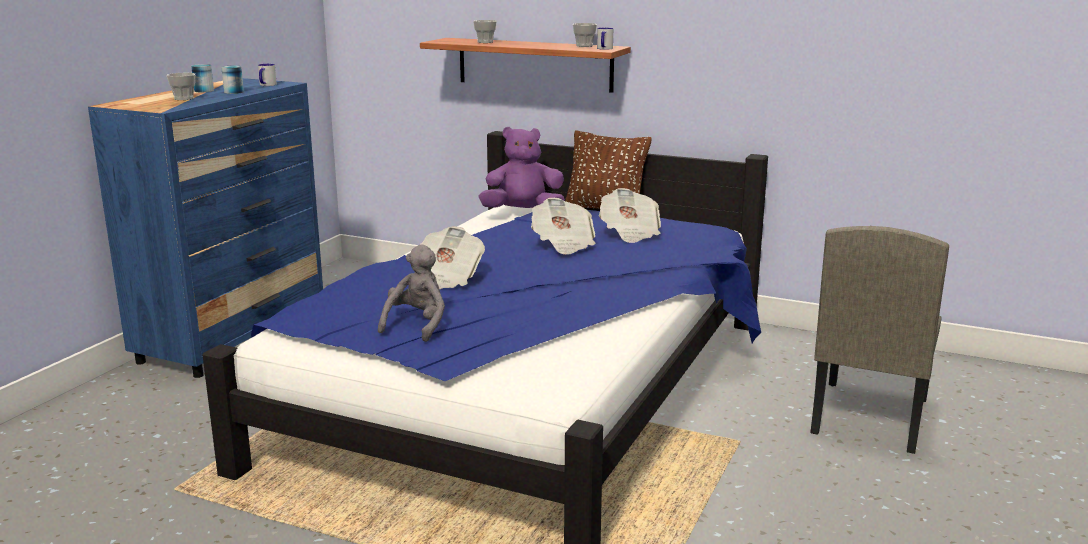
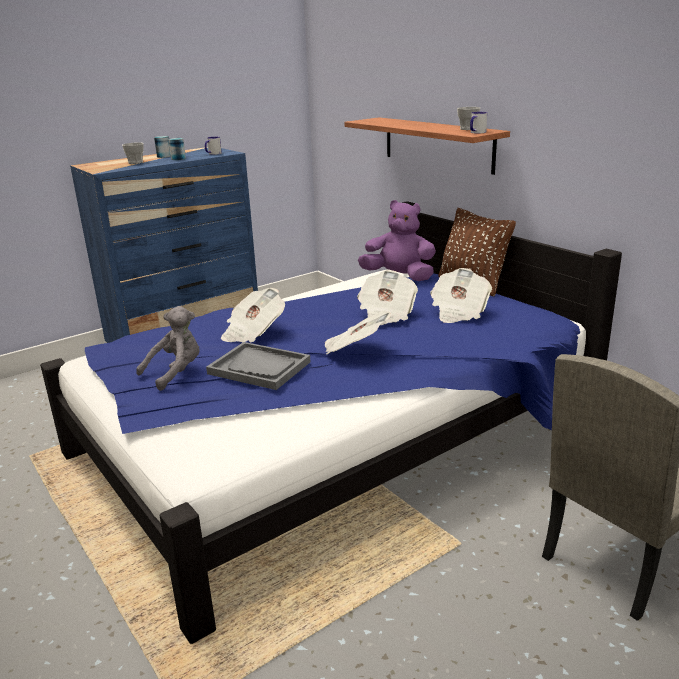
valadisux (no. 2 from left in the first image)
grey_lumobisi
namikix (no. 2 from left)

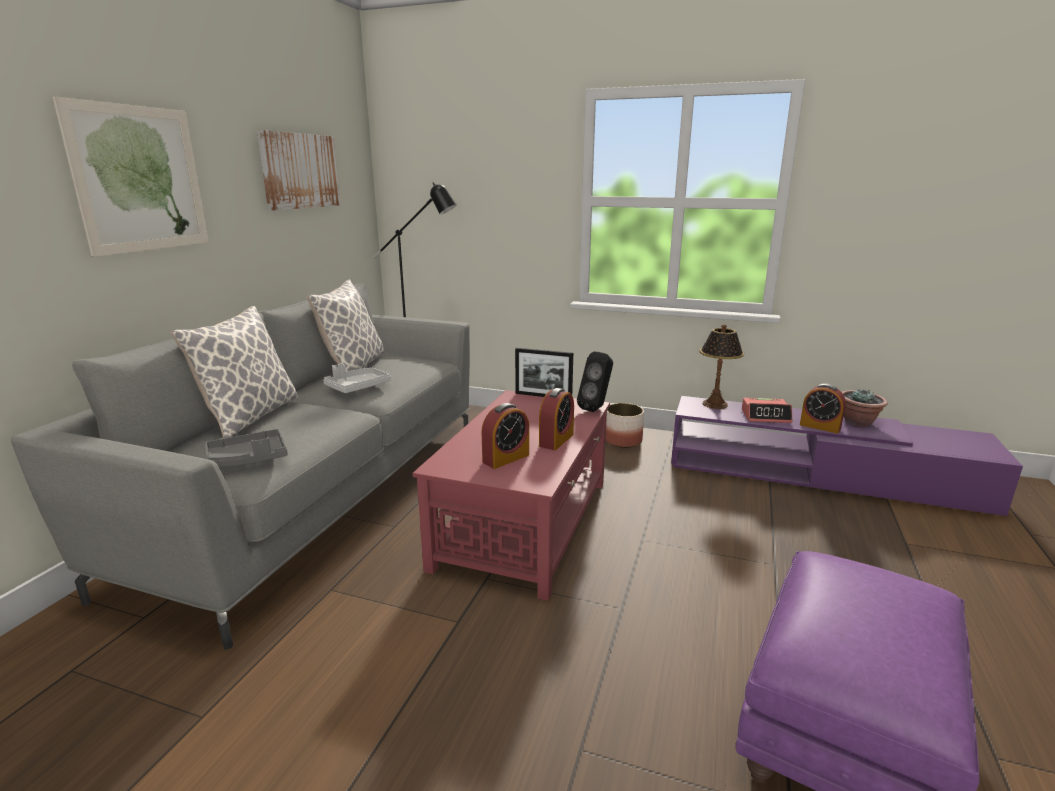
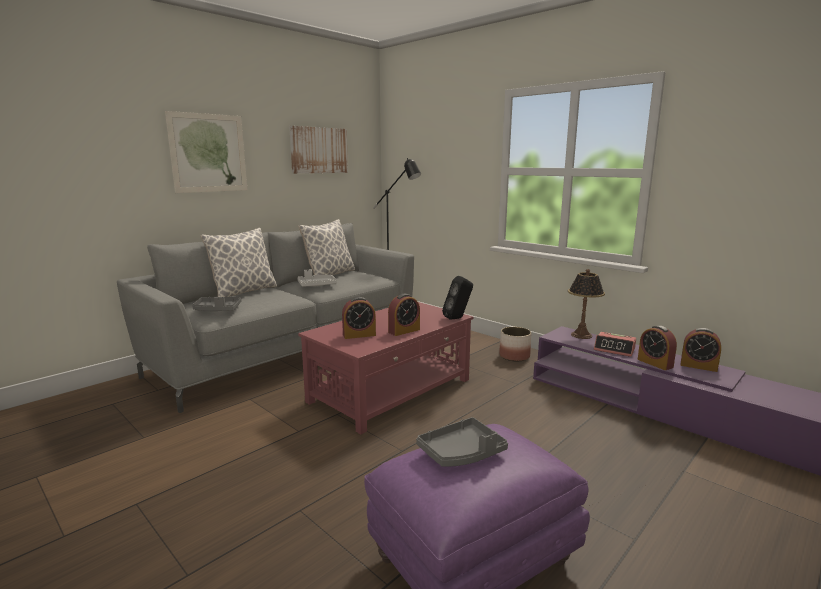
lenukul
grey_lumobisi (no. 3 from left)
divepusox (no. 5 from left)

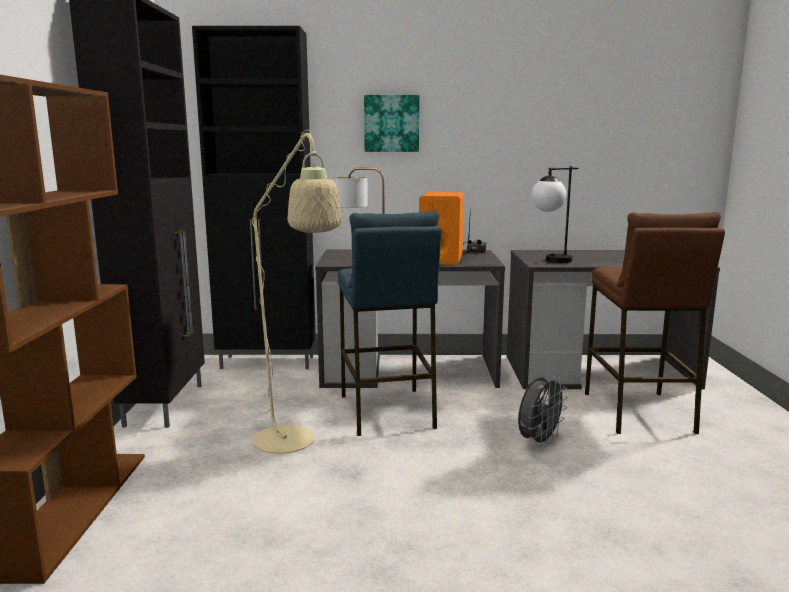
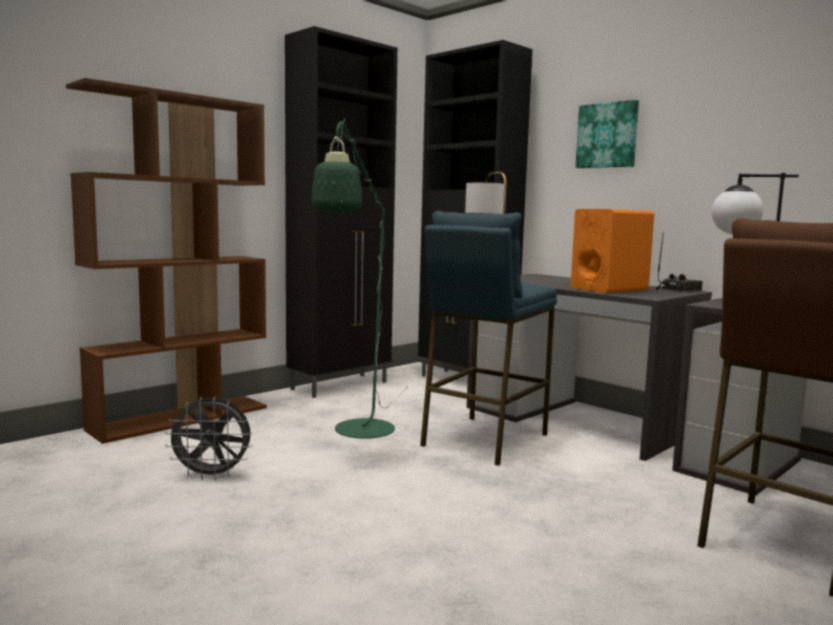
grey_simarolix
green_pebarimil

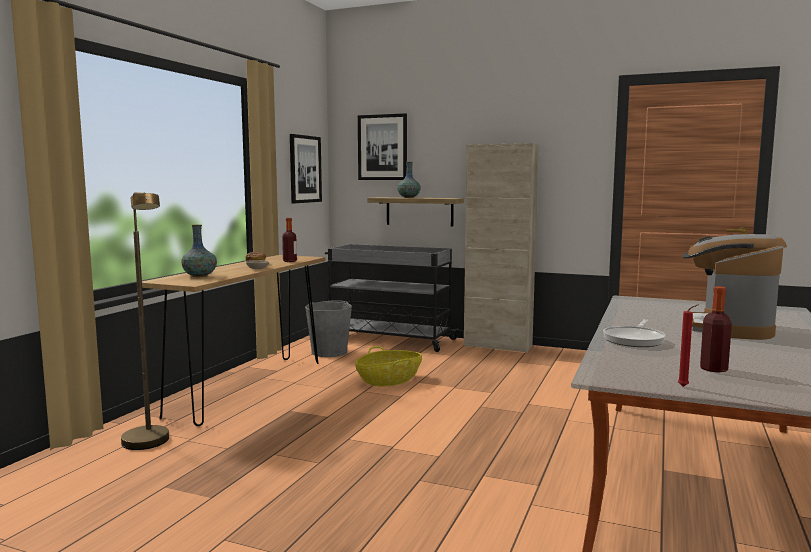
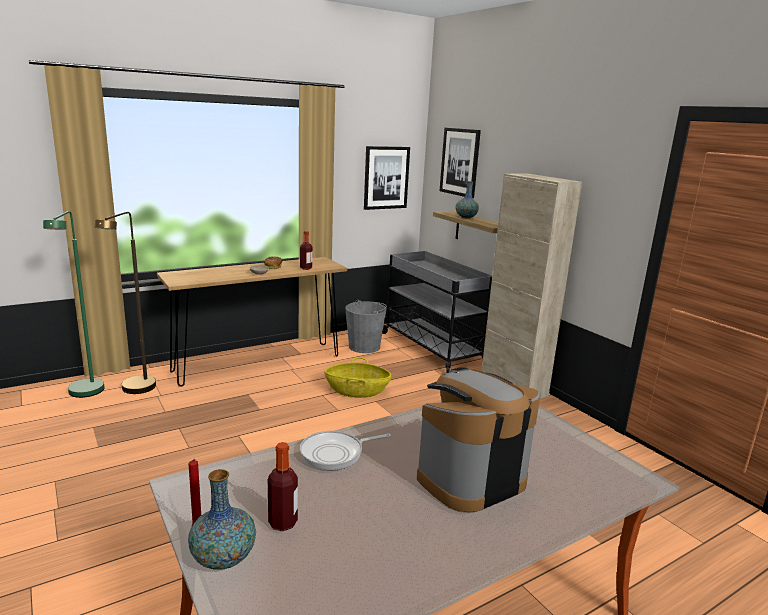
green_pebarimil
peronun (no. 1 from left)

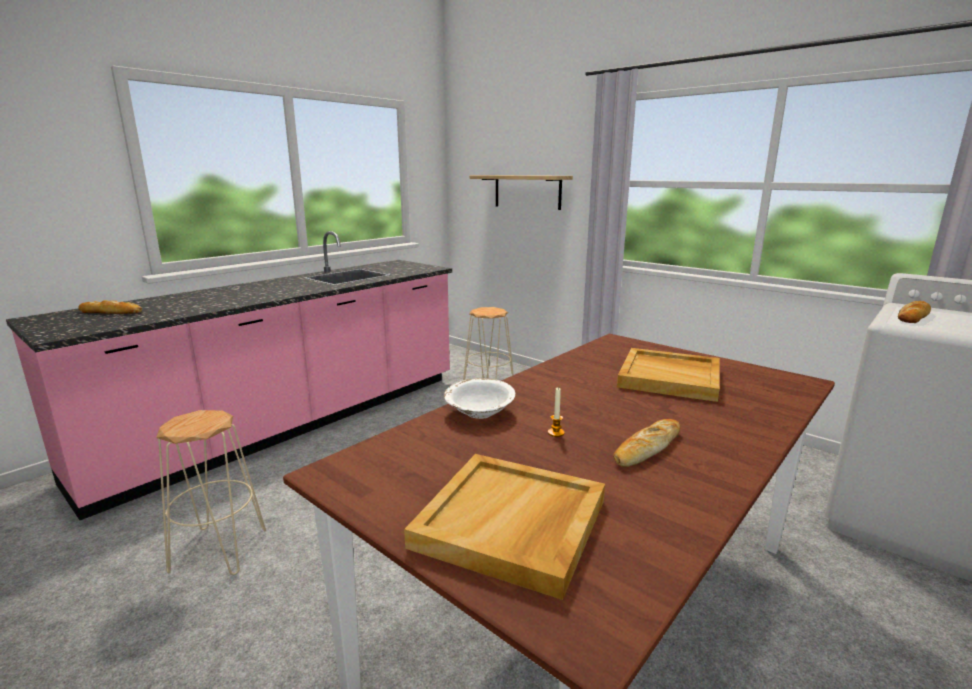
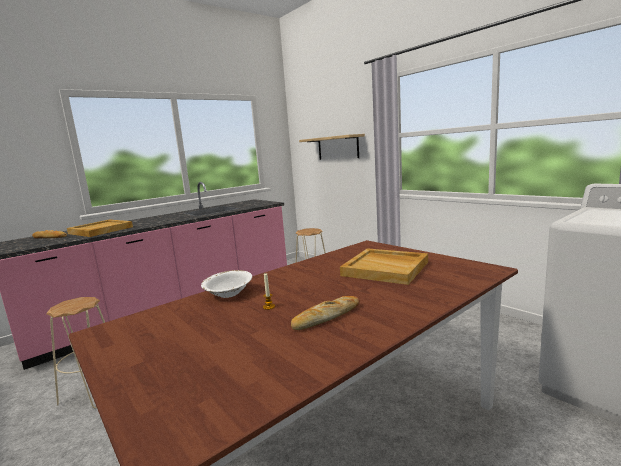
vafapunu (no. 3 from left in the first image)
beige_lumobisi (no. 1 from left)

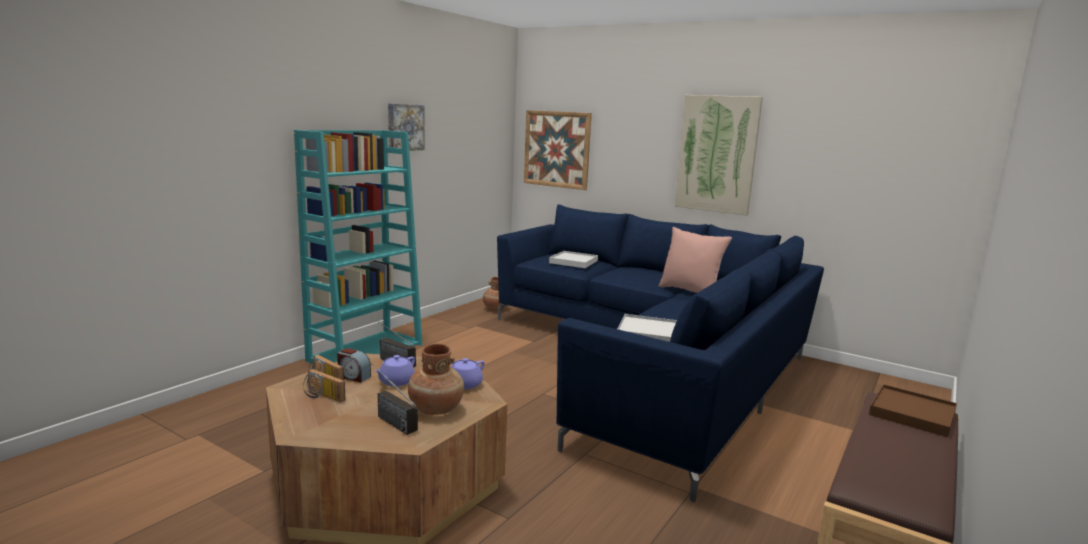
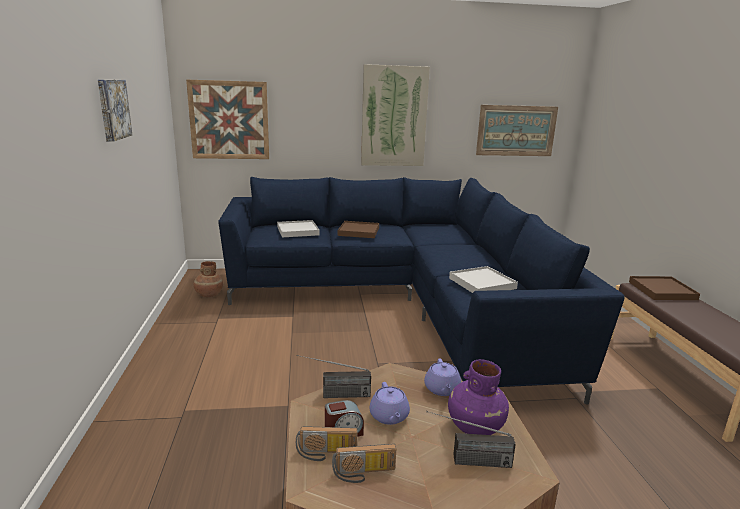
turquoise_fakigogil
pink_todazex
brown_lumobisi (no. 1 from left)
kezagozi (no. 4 from left)
purple_peronun

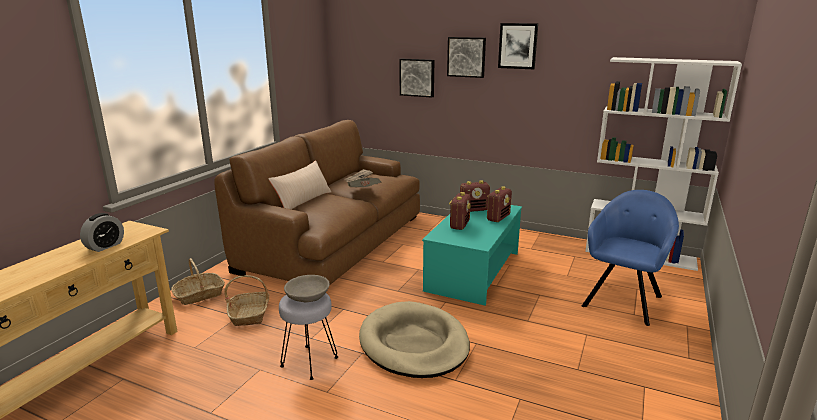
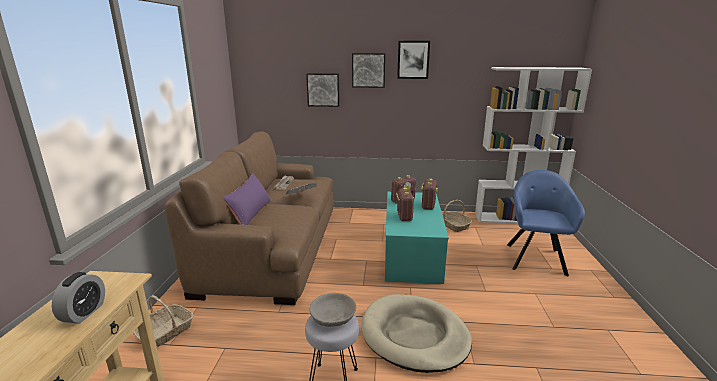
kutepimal (no. 2 from left)
purple_todazex

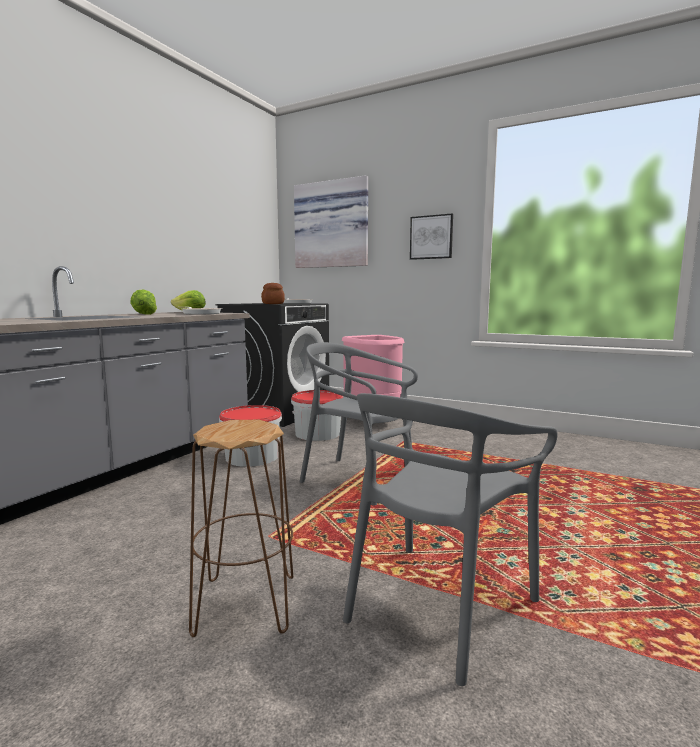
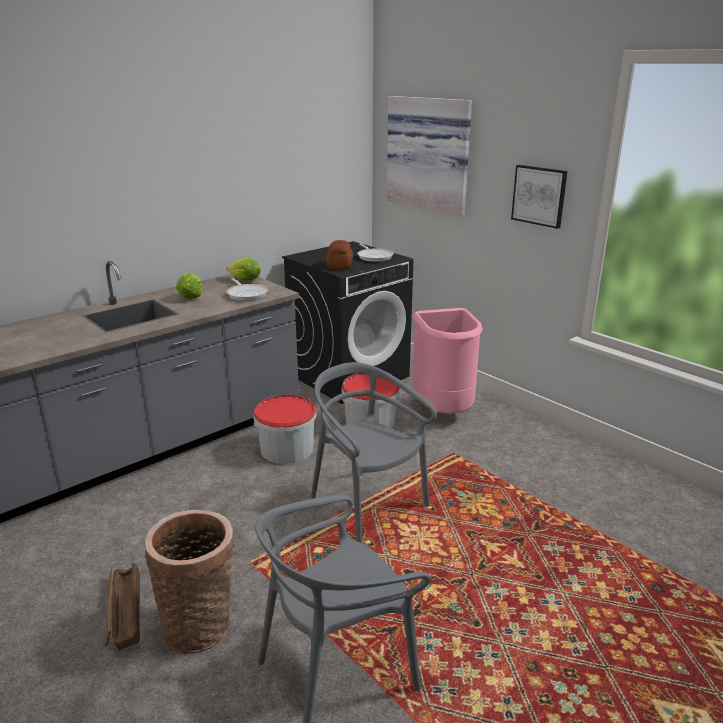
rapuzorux
kutepimal

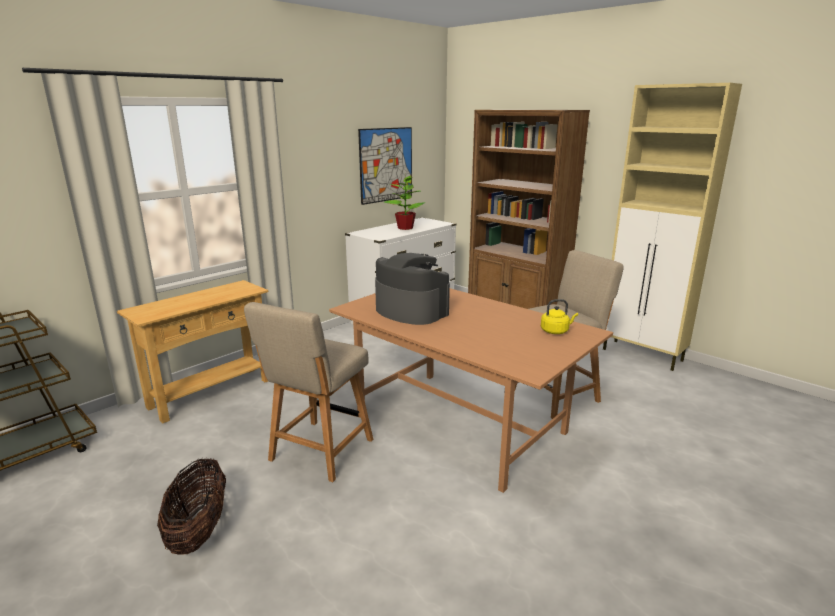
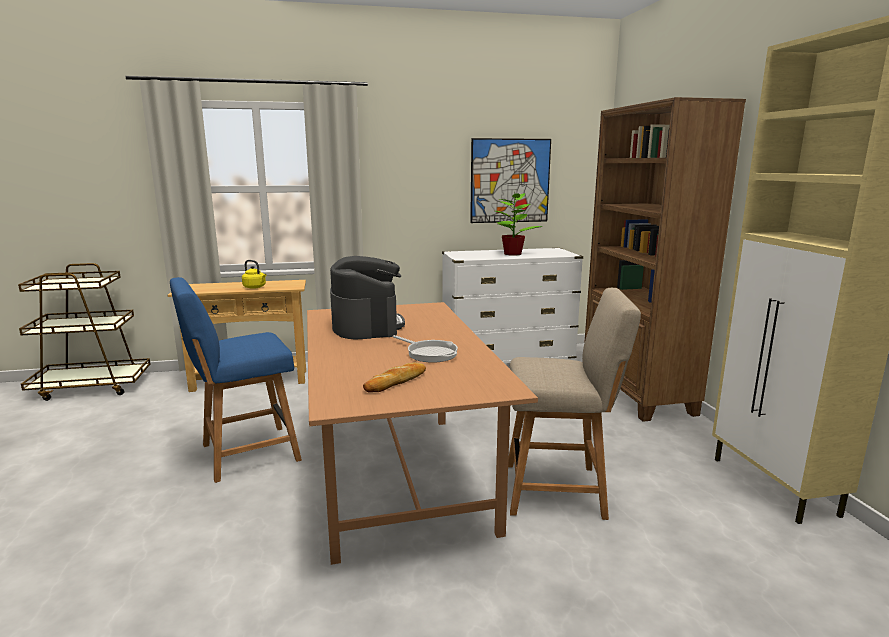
kutepimal
vafapunu
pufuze
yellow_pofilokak
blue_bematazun

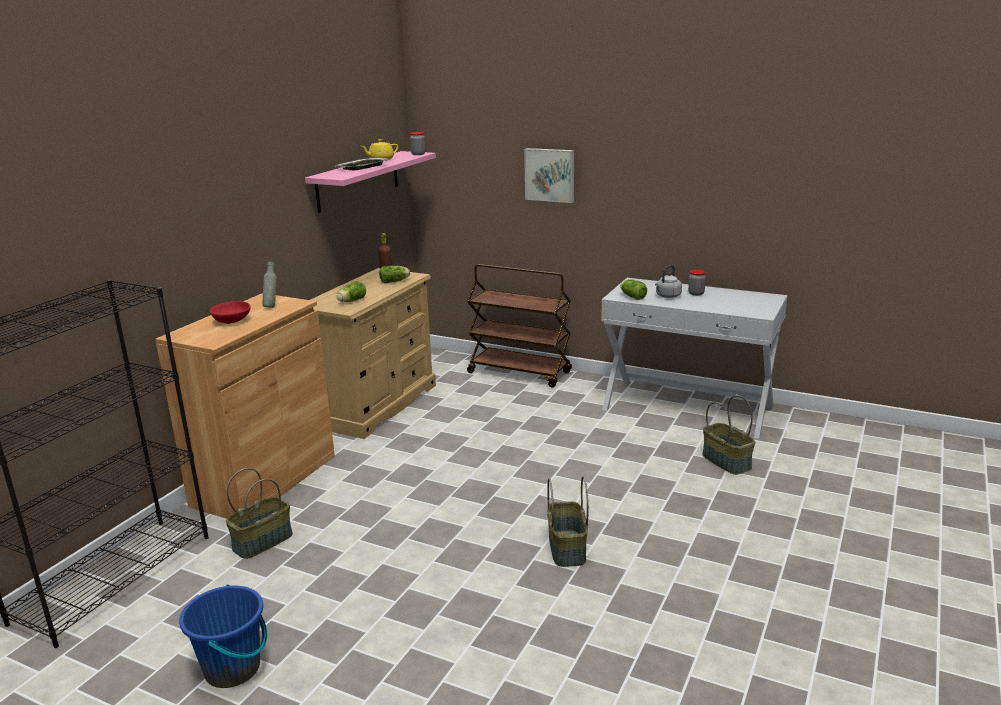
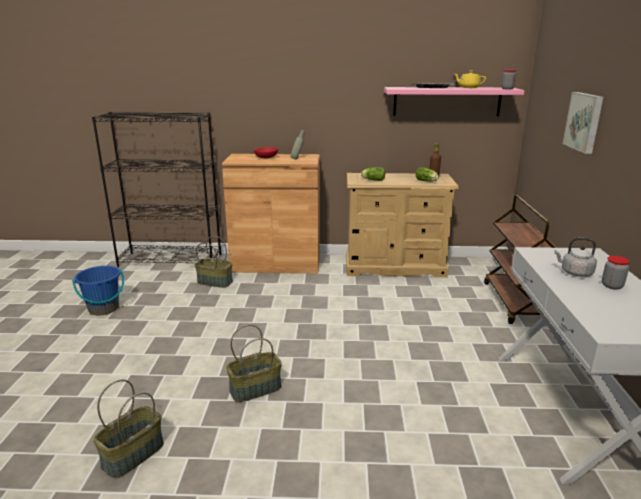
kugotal (no. 3 from left in the first image)
kutepimal (no. 1 from left)

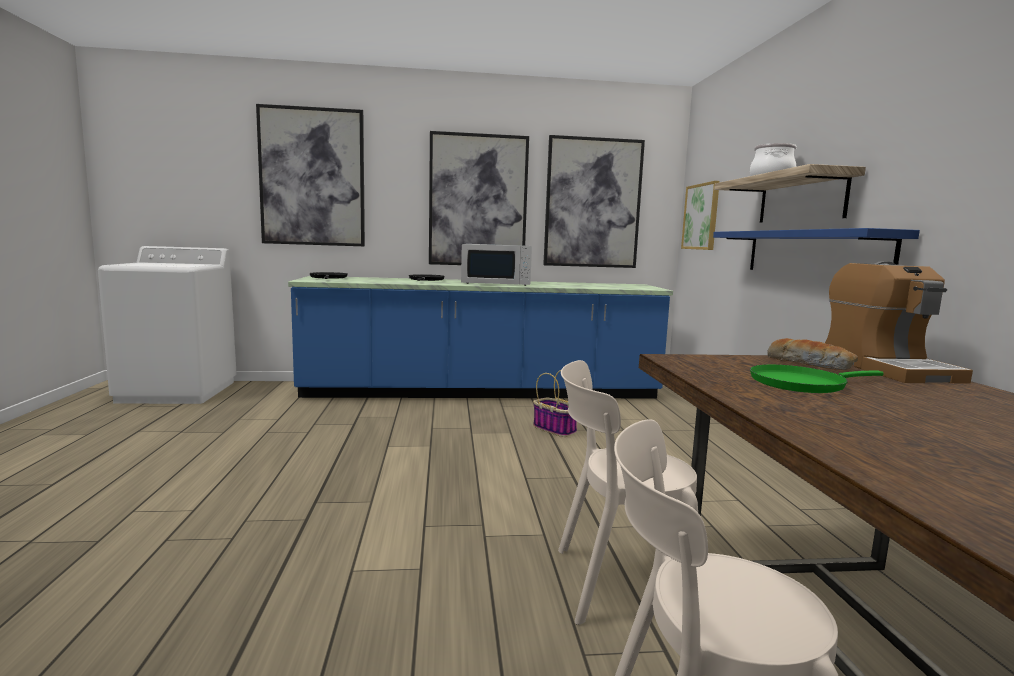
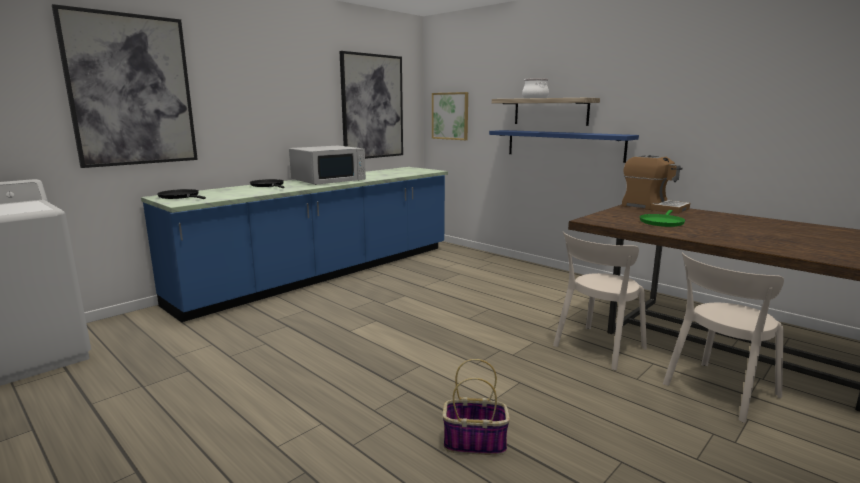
kezagozi (no. 2 from left in the first image)
vafapunu
kutepimal

